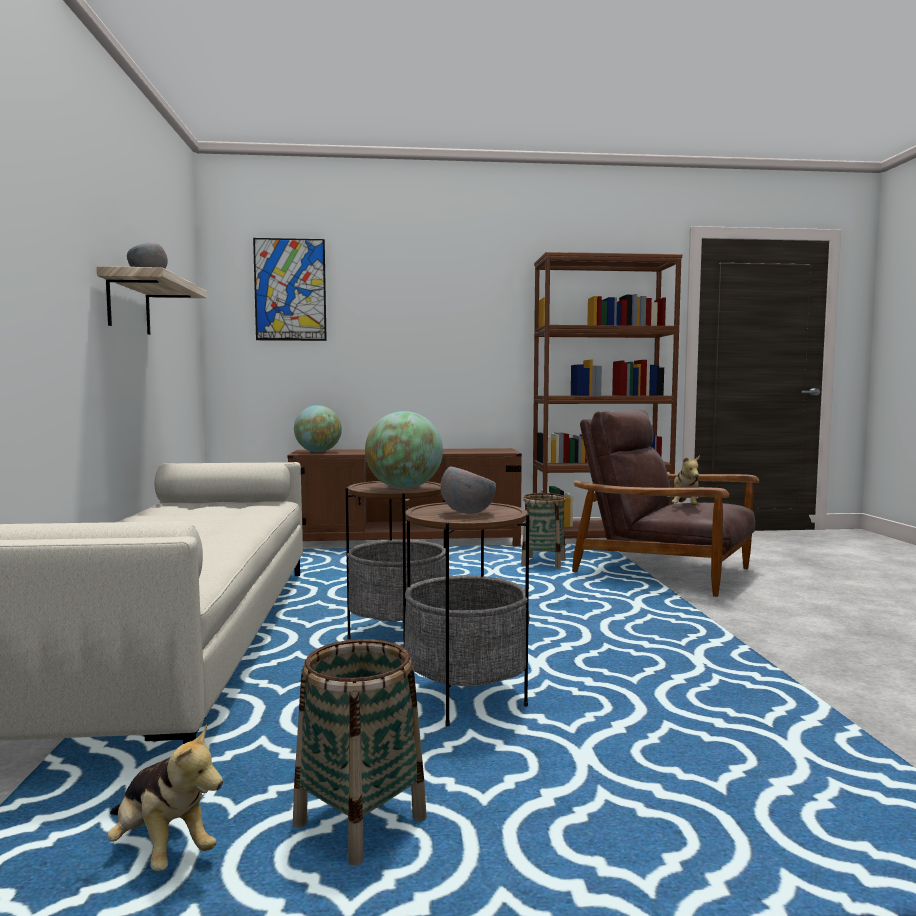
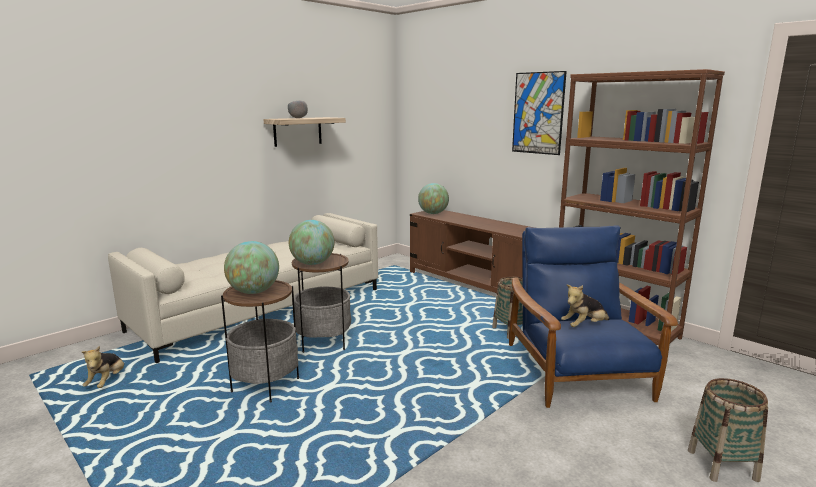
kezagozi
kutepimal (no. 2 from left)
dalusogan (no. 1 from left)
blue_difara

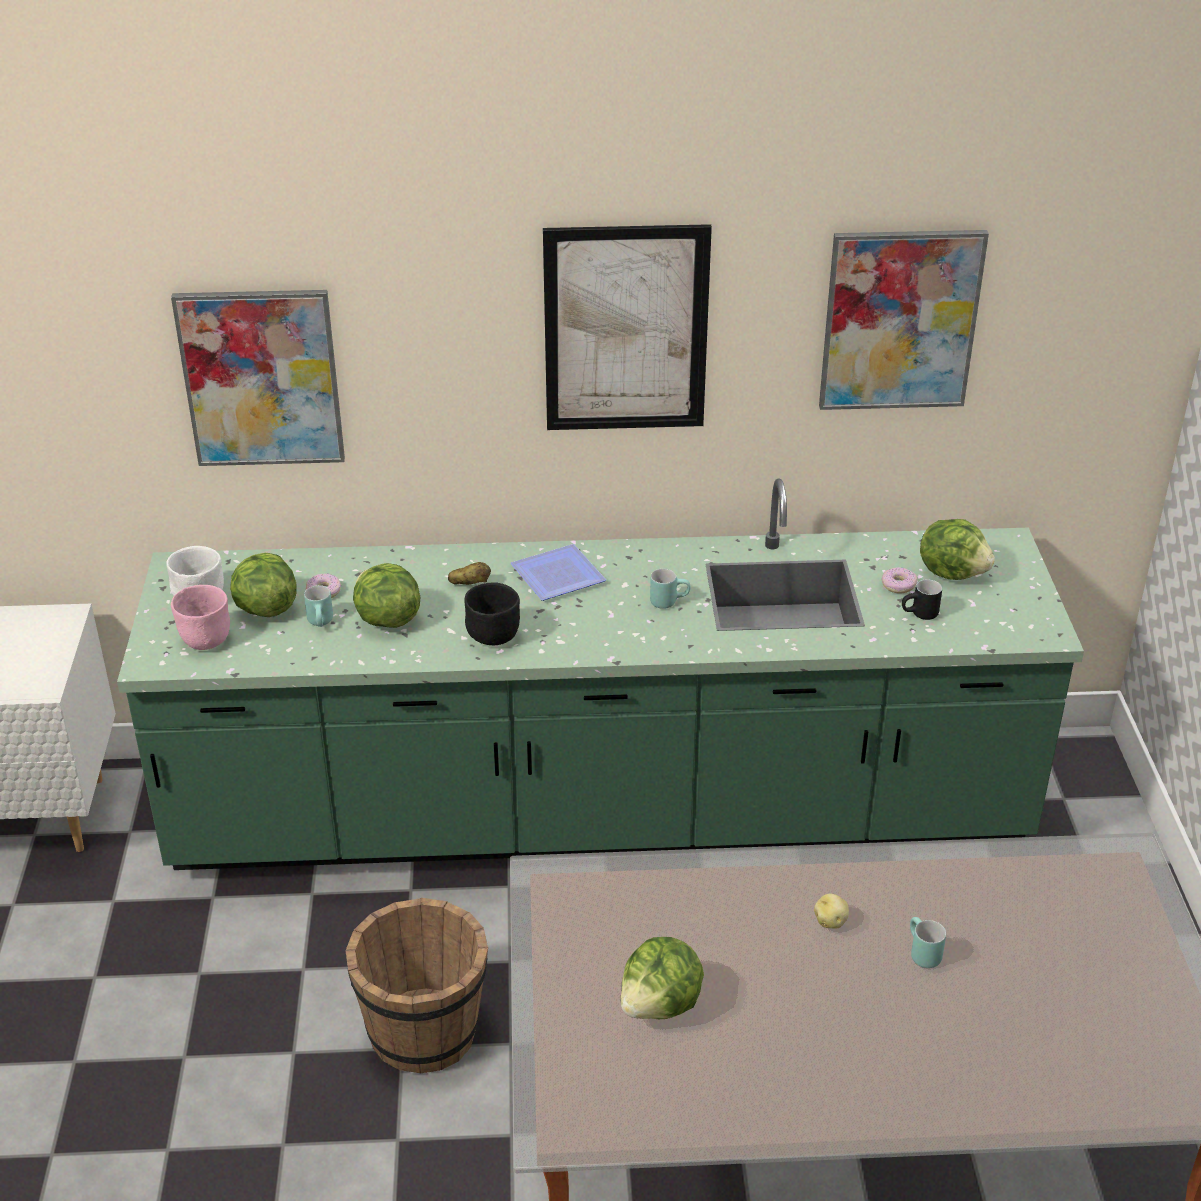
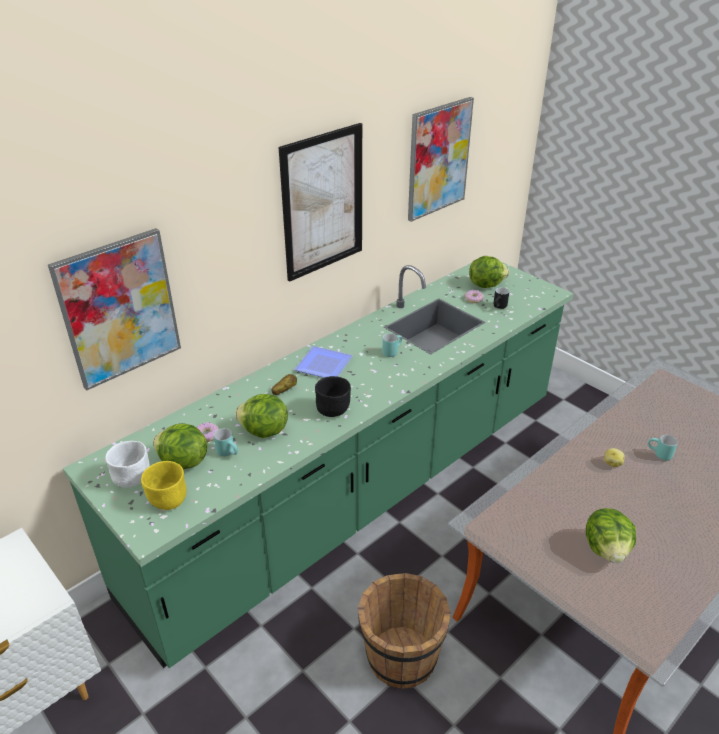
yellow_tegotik

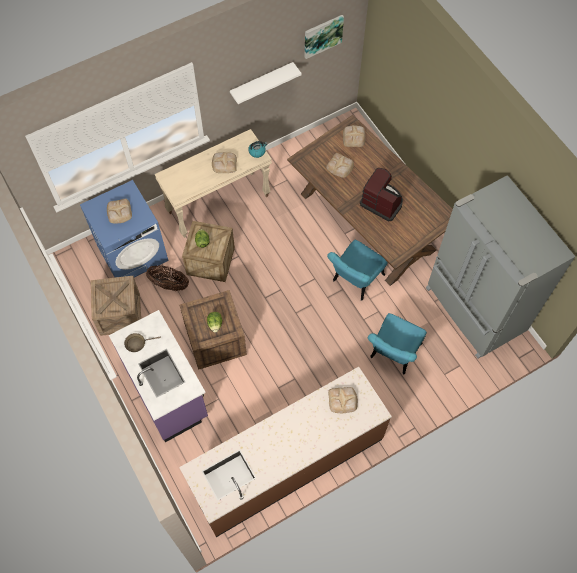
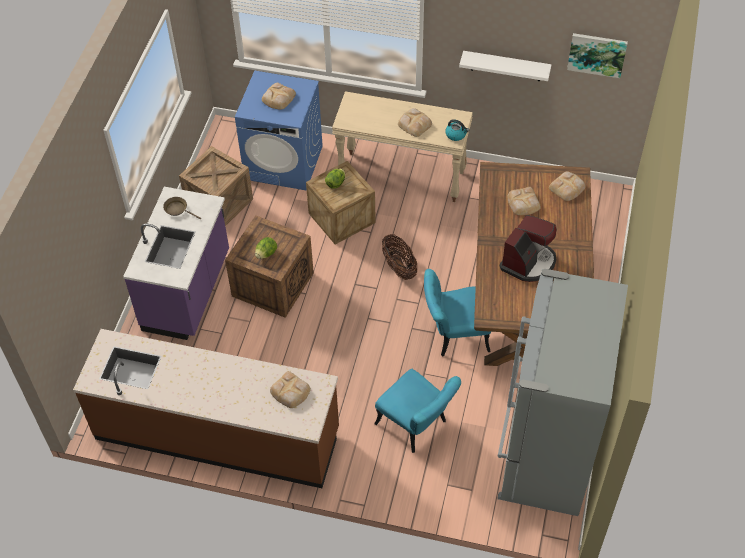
kutepimal
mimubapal
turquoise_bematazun (no. 1 from left)

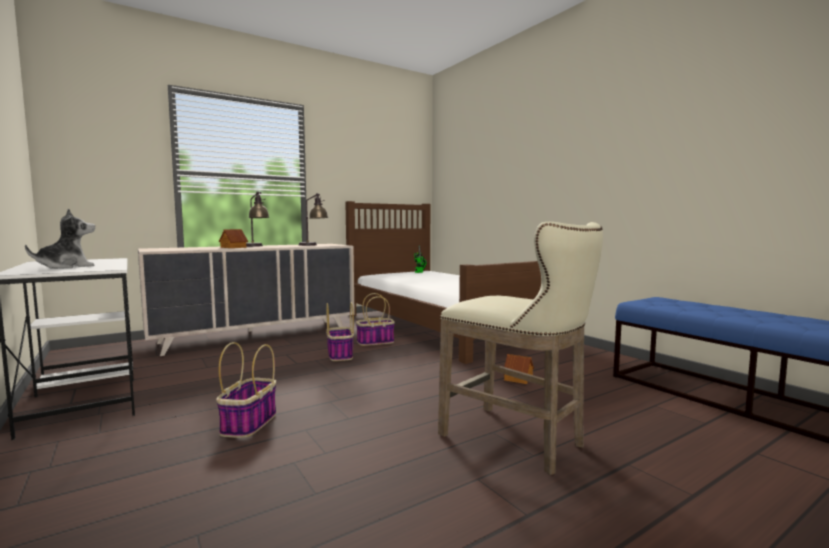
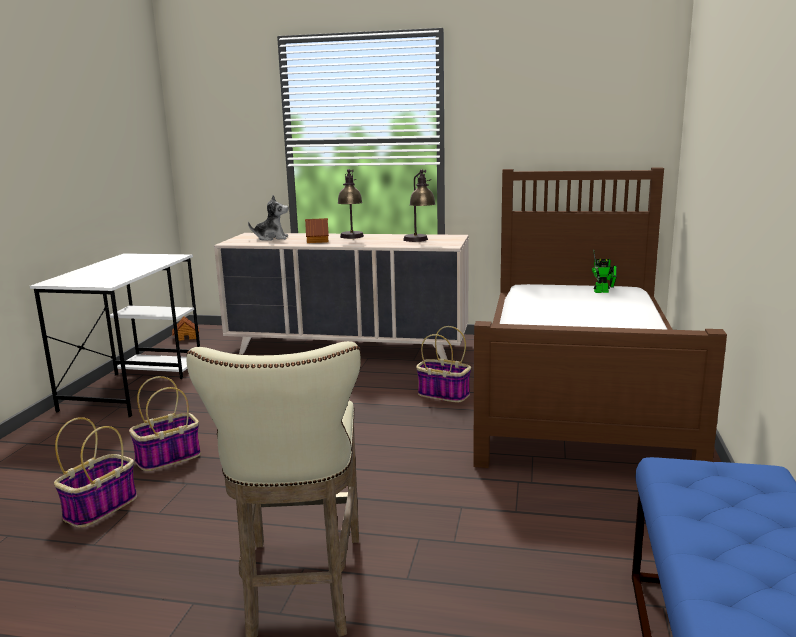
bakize
kutepimal (no. 1 from left)
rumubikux (no. 1 from left)

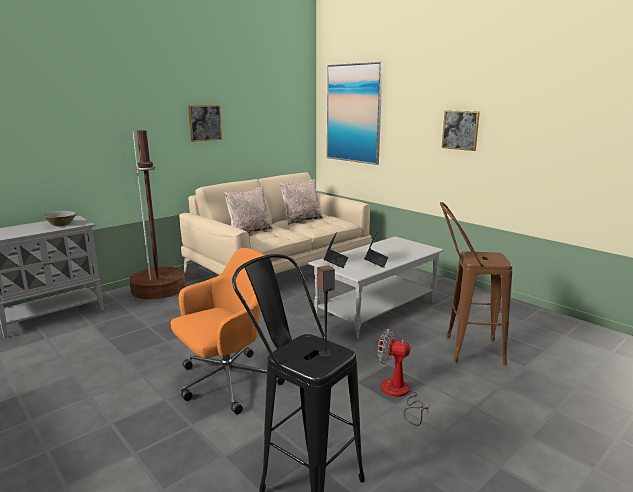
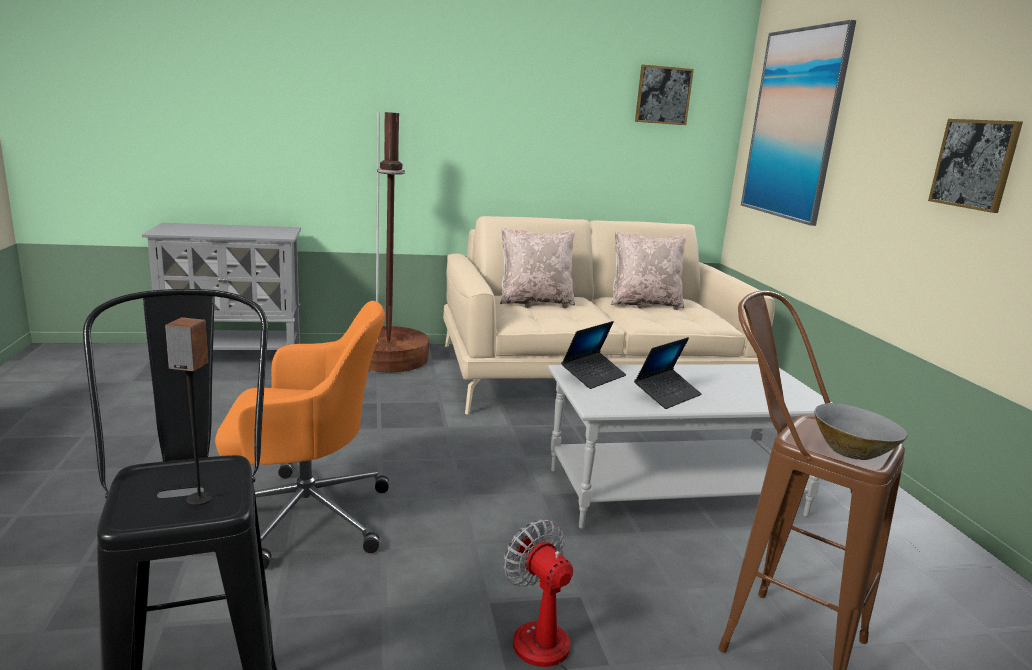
grey_tegotik
kezagozi (no. 1 from left)

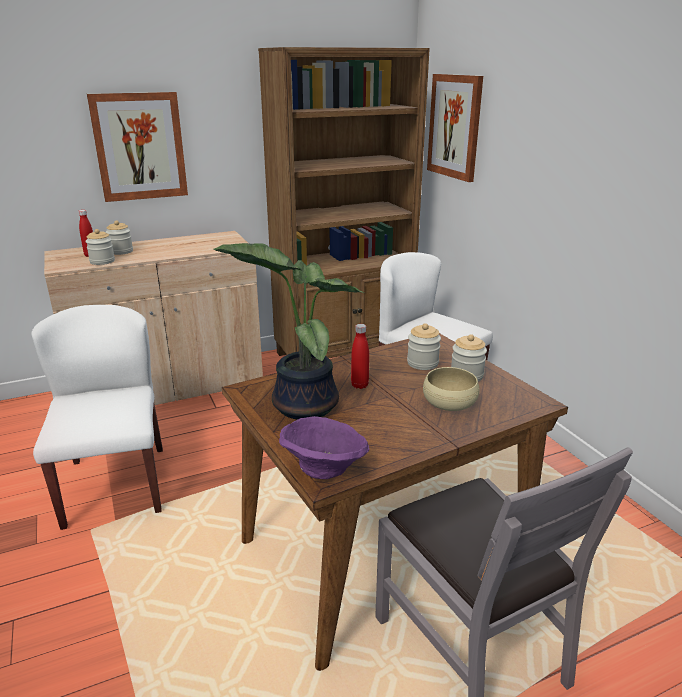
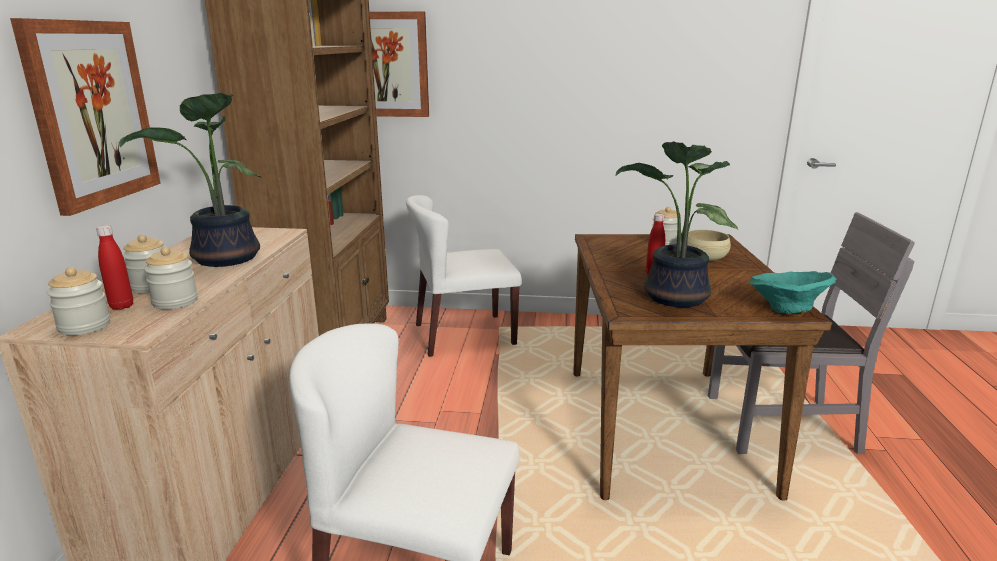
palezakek (no. 1 from left)
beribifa (no. 1 from left)
turquoise_tegotik

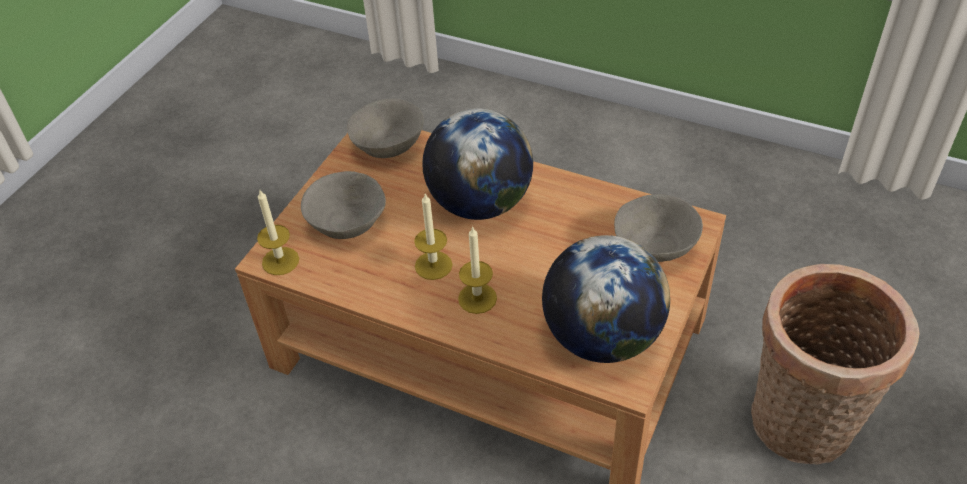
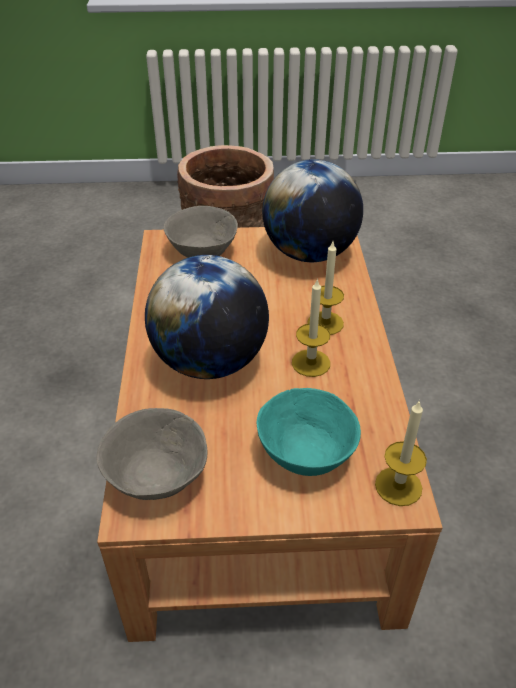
turquoise_tegotik

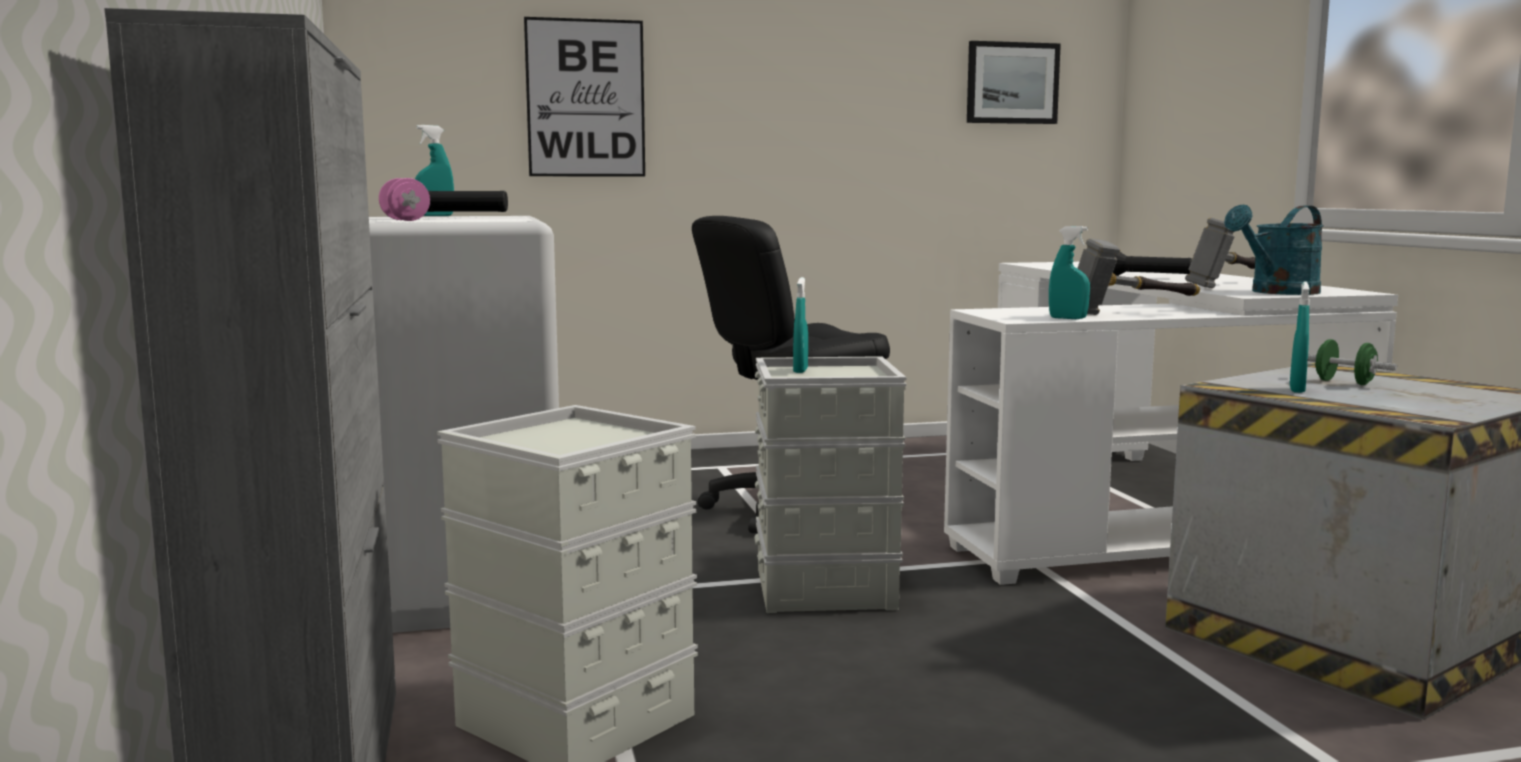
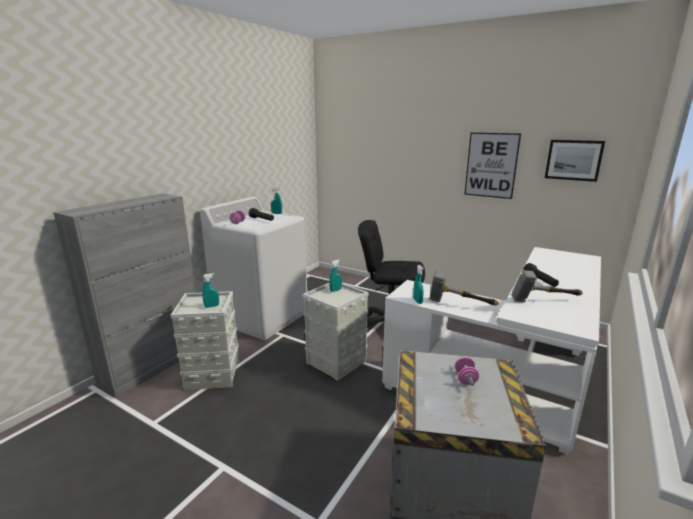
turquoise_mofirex
kezagozi (no. 1 from left)
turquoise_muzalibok (no. 1 from left)
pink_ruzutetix (no. 2 from left)

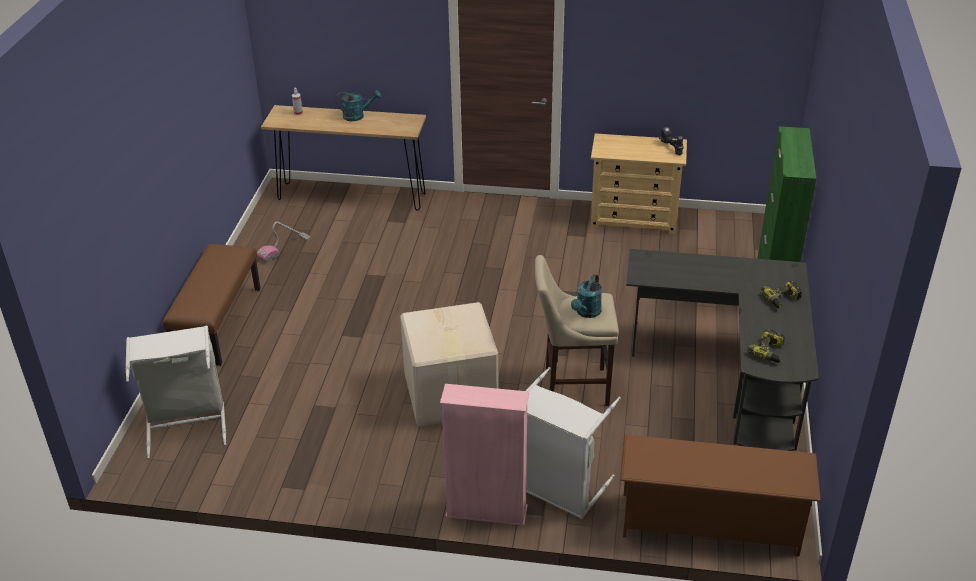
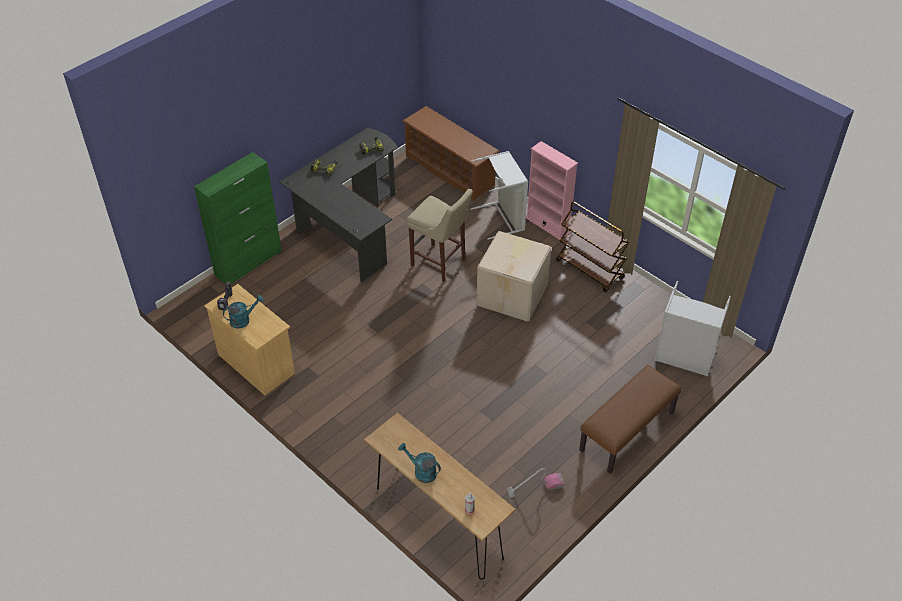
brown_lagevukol
turquoise_mofirex (no. 1 from left)

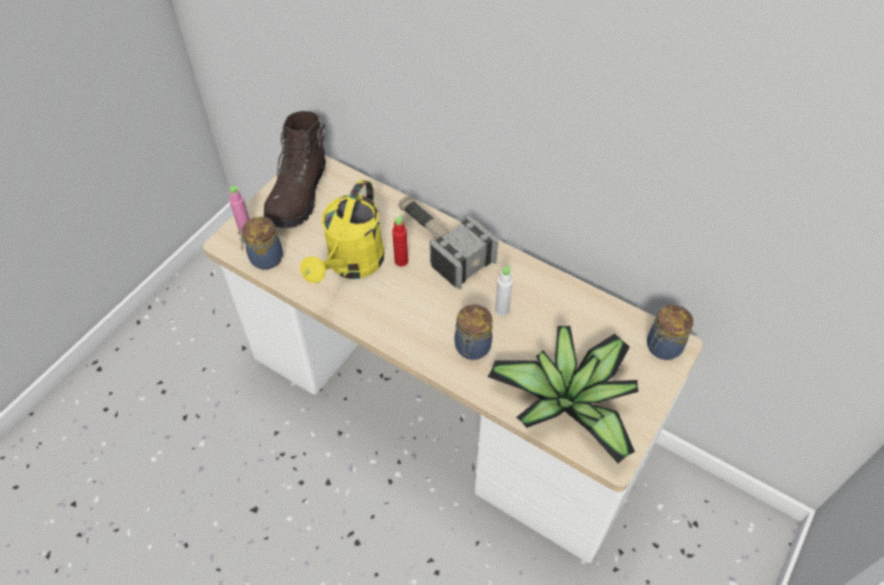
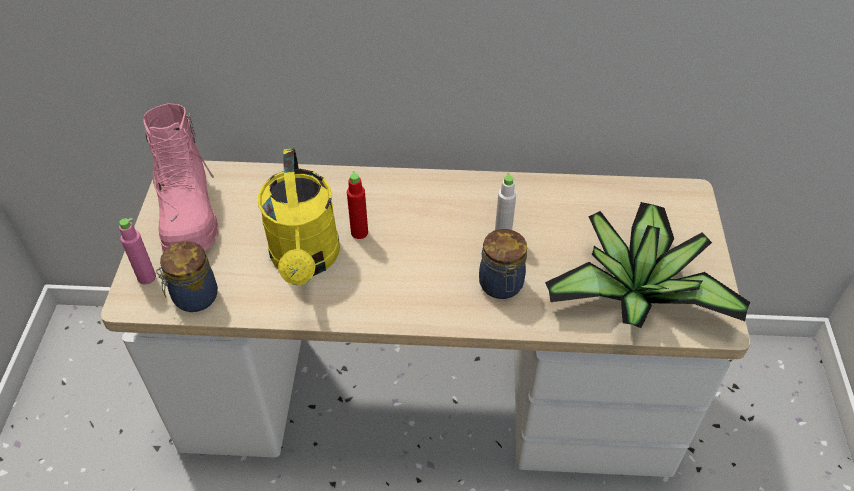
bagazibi
beribifa (no. 3 from left in the first image)
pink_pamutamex

